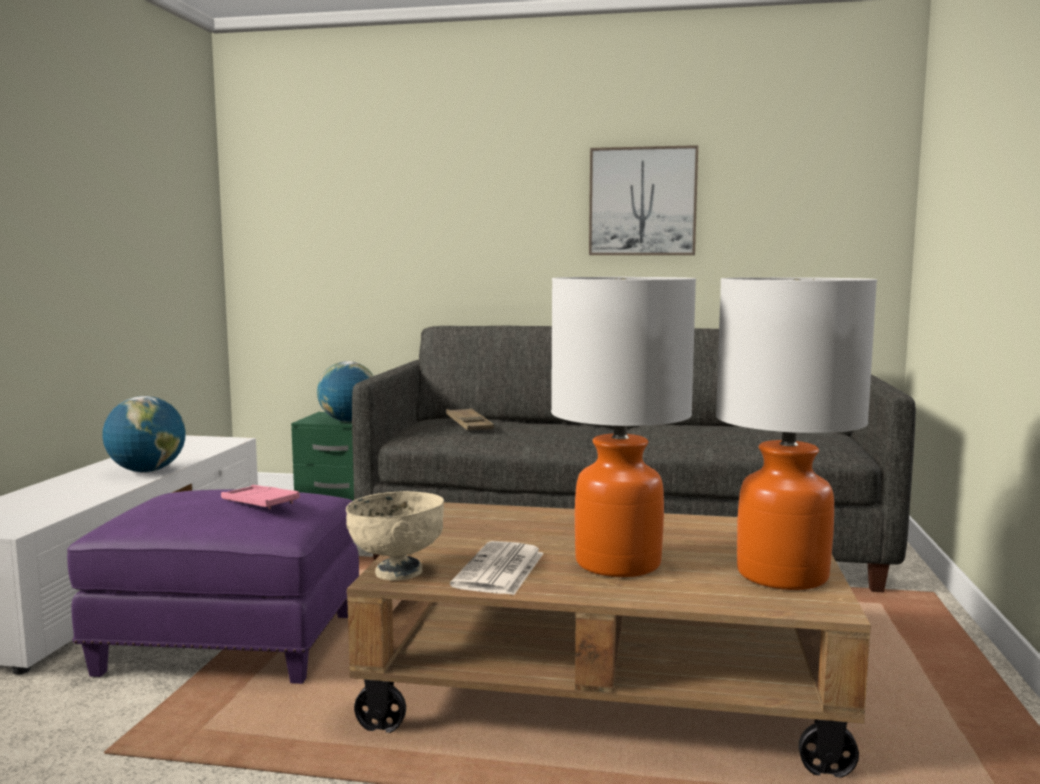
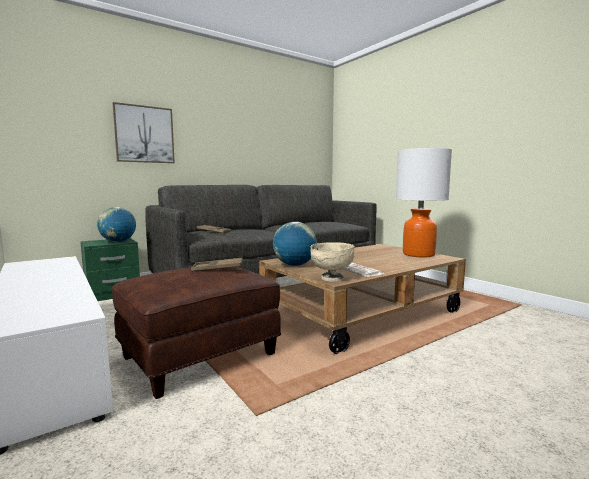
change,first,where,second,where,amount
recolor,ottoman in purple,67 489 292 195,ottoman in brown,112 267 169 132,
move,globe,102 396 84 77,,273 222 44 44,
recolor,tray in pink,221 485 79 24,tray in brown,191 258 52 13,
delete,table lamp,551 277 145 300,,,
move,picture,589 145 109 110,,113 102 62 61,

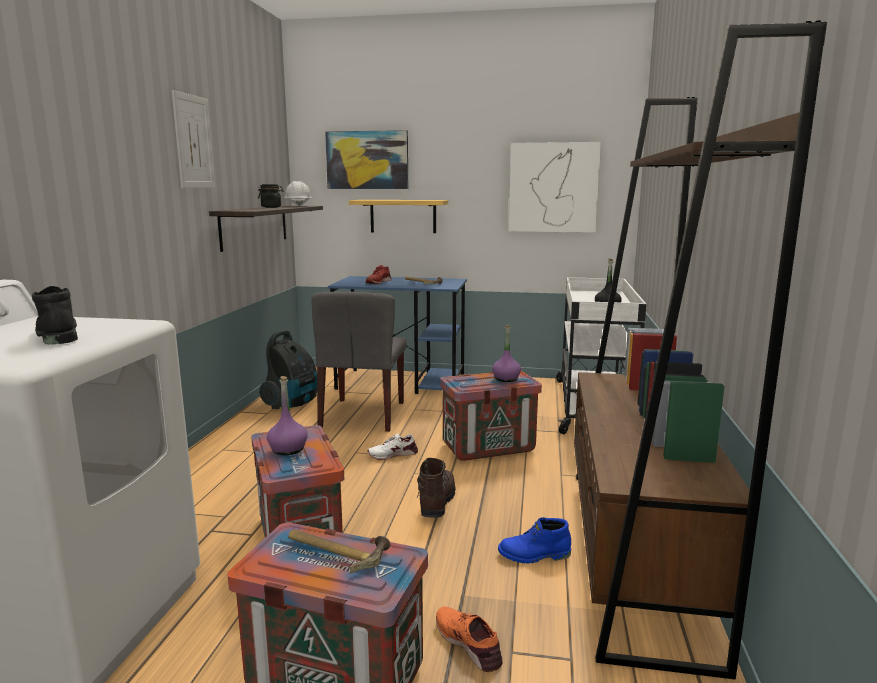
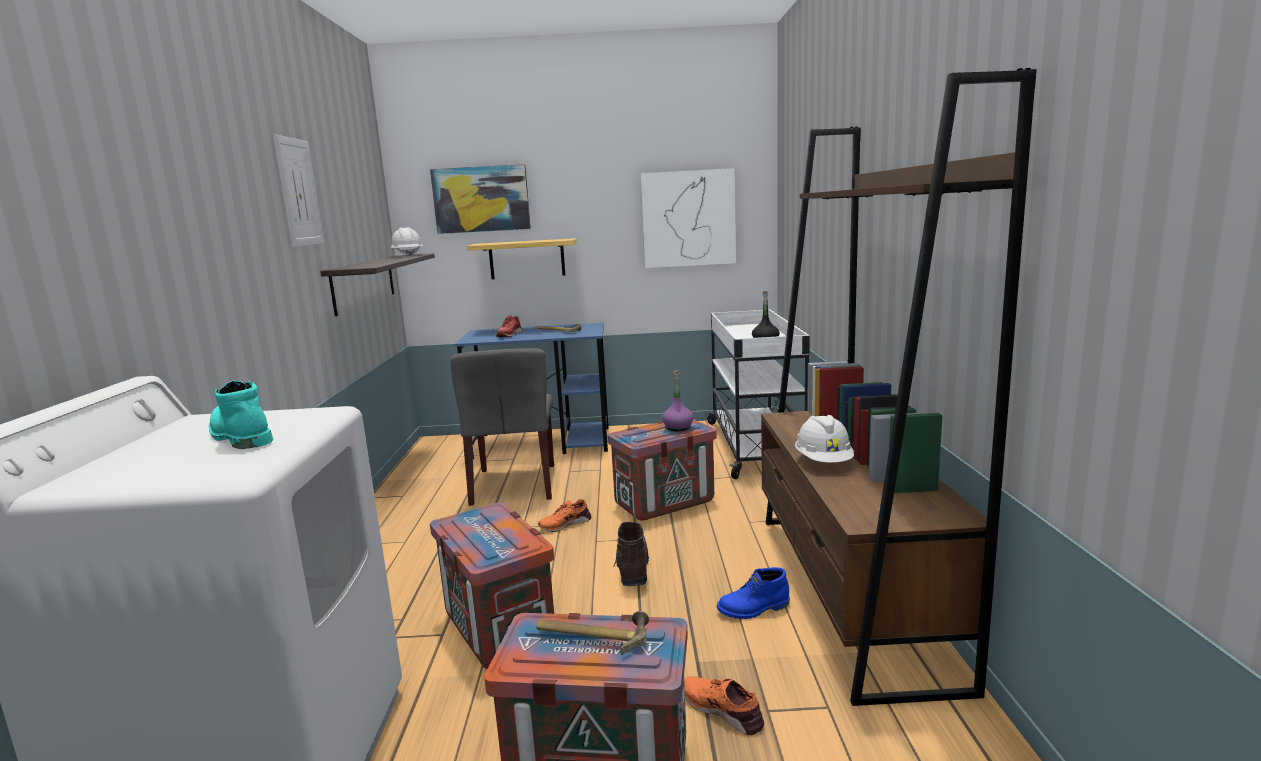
change,first,where,second,where,amount
recolor,boot in black,32 286 46 58,boot in turquoise,209 381 64 68,
delete,jar in black,258 184 26 24,,,
delete,vacuum cleaner,259 330 58 79,,,
delete,bottle in purple,267 376 41 79,,,
recolor,shoe in white,367 433 51 27,shoe in orange,538 499 53 33,
insert,,,hard hat in white,795 415 59 48,

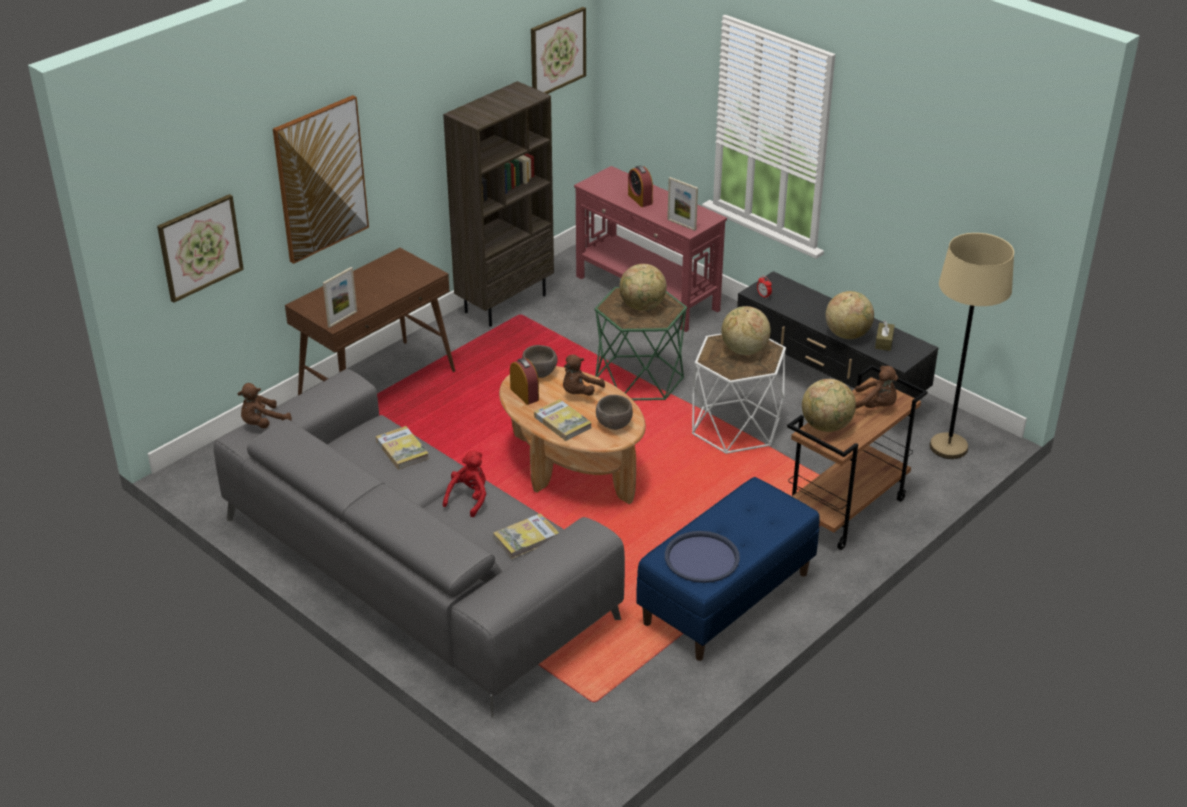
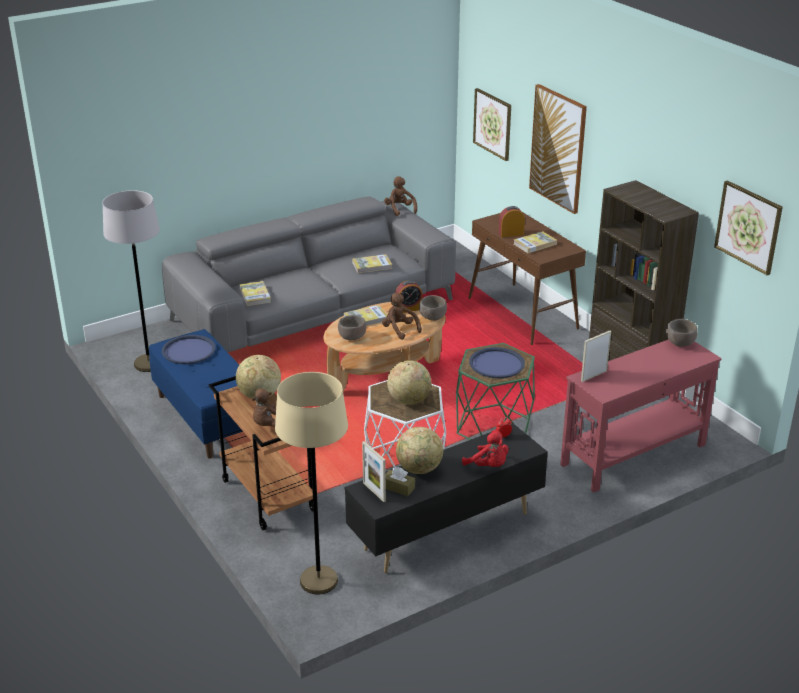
change,first,where,second,where,amount
move,picture frame,323 267 34 61,,362 441 24 61,
move,plush toy in red,443 451 43 66,,462 430 47 37,
replace,globe,619 264 48 47,tray in blue,469 347 56 31,
move,alarm clock,628 166 25 41,,499 206 26 31,
insert,,,floor lamp in grey,102 190 58 182,
insert,,,book,514 231 43 22,
insert,,,bowl in brown,666 319 32 28,

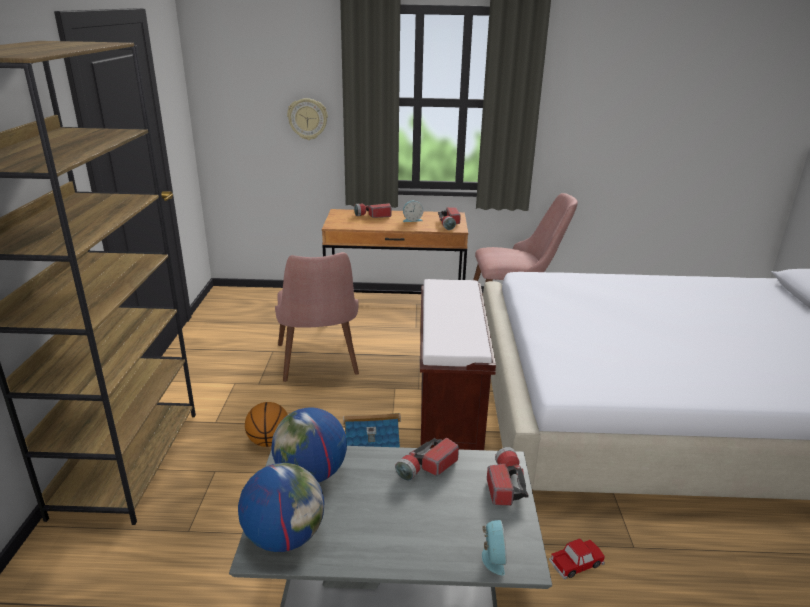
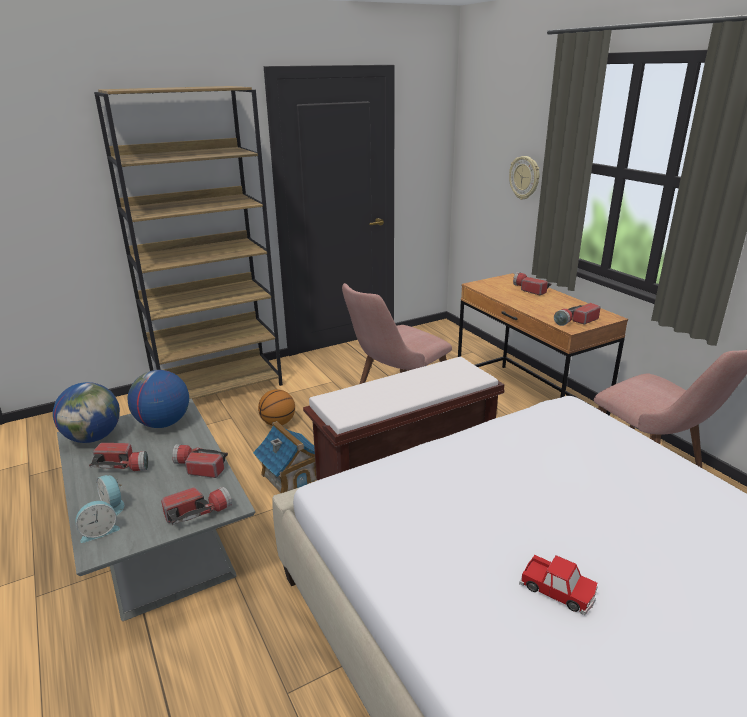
change,first,where,second,where,amount
move,alarm clock,403 201 20 21,,97 475 27 41,
move,toy car,549 539 56 41,,519 555 79 60,
insert,,,flashlight,89 443 59 28,

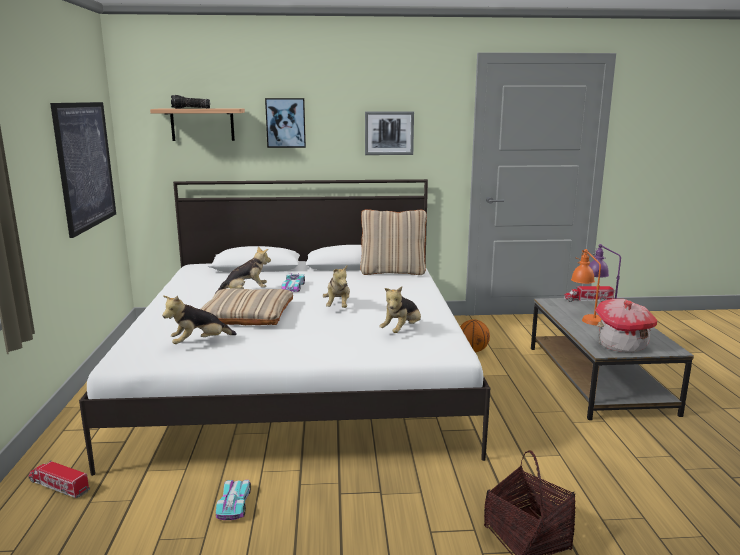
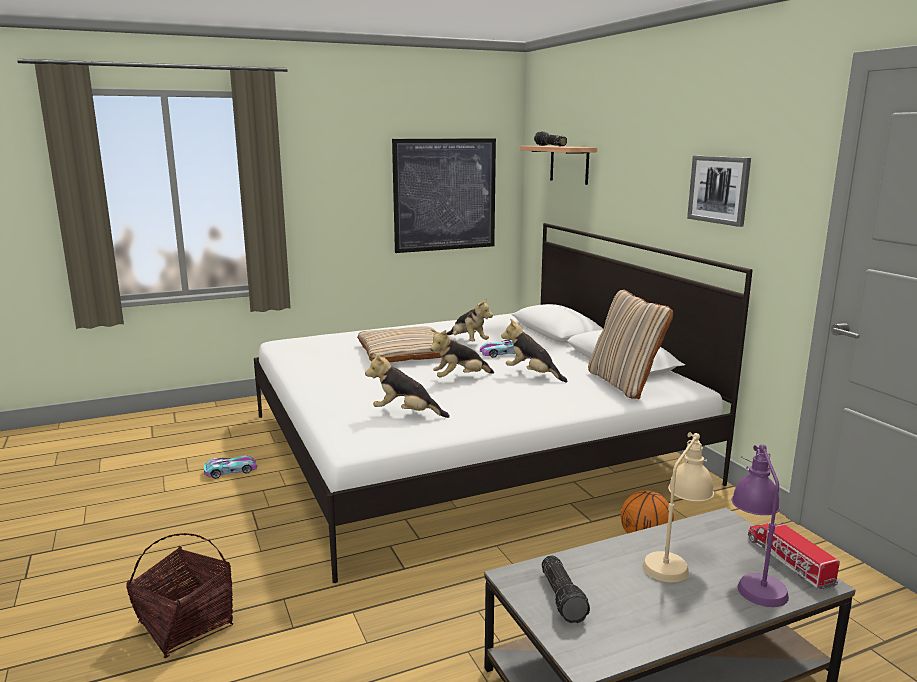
change,first,where,second,where,amount
delete,toy truck,29 460 61 38,,,
move,plush toy,162 296 75 48,,501 319 67 63,
delete,picture,265 98 41 50,,,
recolor,table lamp in orange,571 249 31 76,table lamp in beige,642 432 72 150,
replace,toy house,595 299 62 53,flashlight,542 555 48 68,

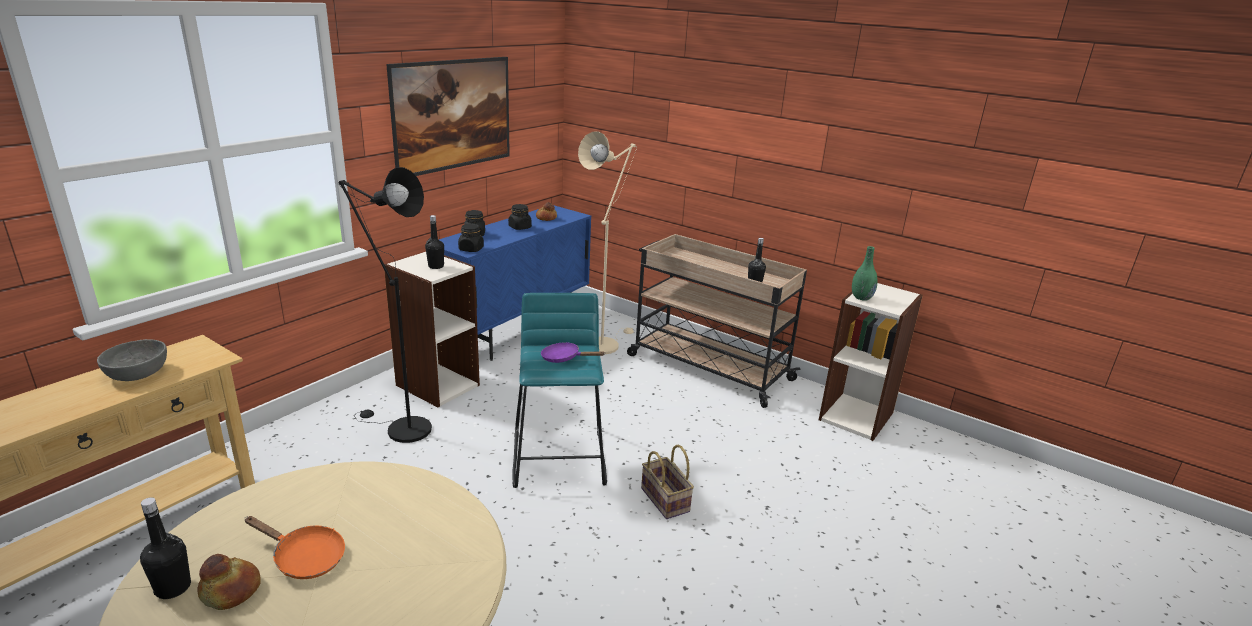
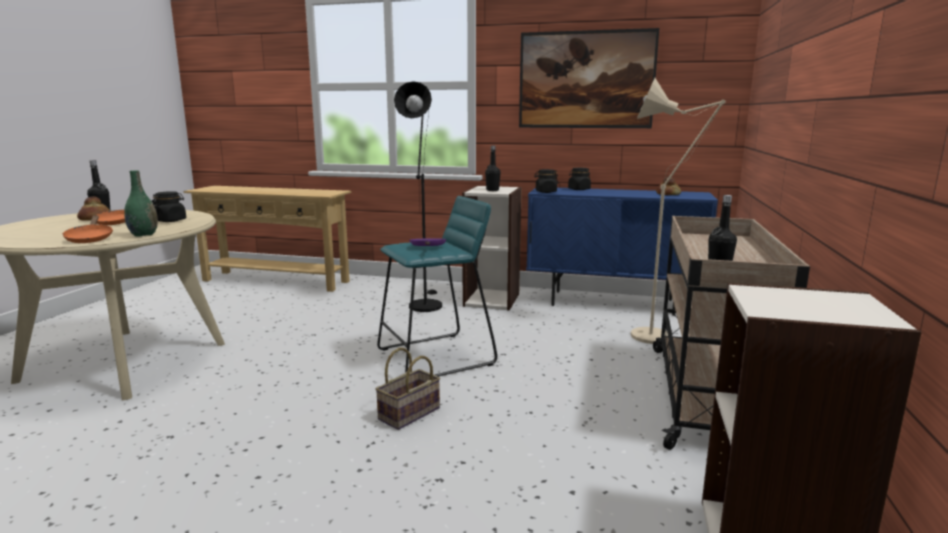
change,first,where,second,where,amount
delete,bowl in grey,97 339 70 42,,,
move,jar in black,508 204 24 26,,152 191 34 31,
move,vase in green,852 246 25 55,,124 170 34 67,
insert,,,frying pan in orange,62 215 51 28,

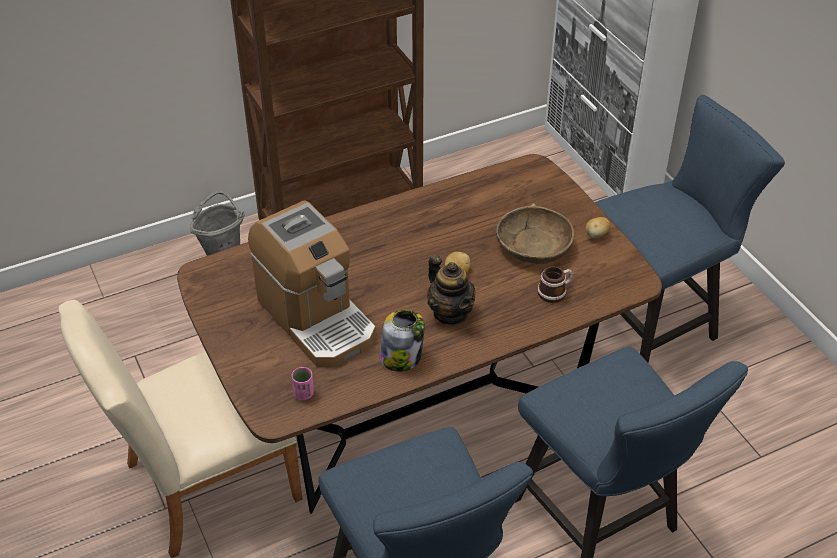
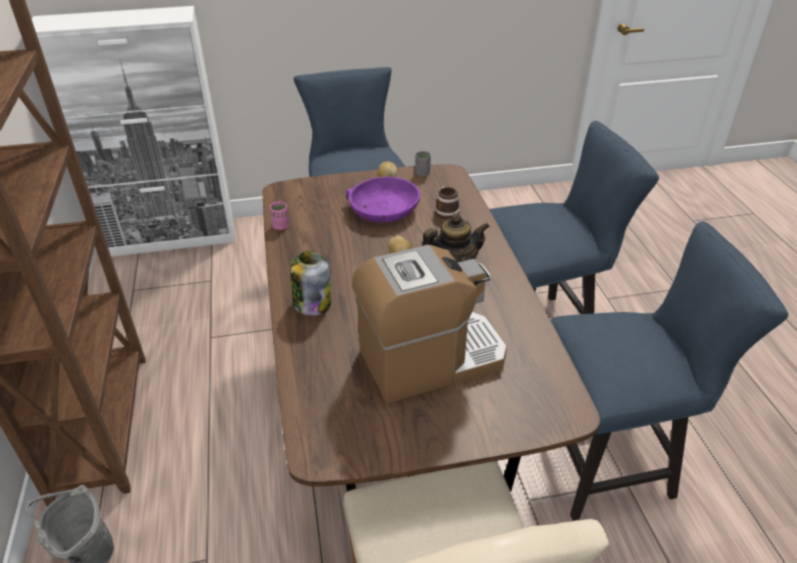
change,first,where,second,where,amount
move,cup in pink,291 367 23 33,,270 202 19 28,
move,jar,380 310 45 62,,291 251 40 65,
recolor,bowl in brown,496 203 79 61,bowl in purple,346 177 75 46,
insert,,,cup in grey,415 151 16 26,

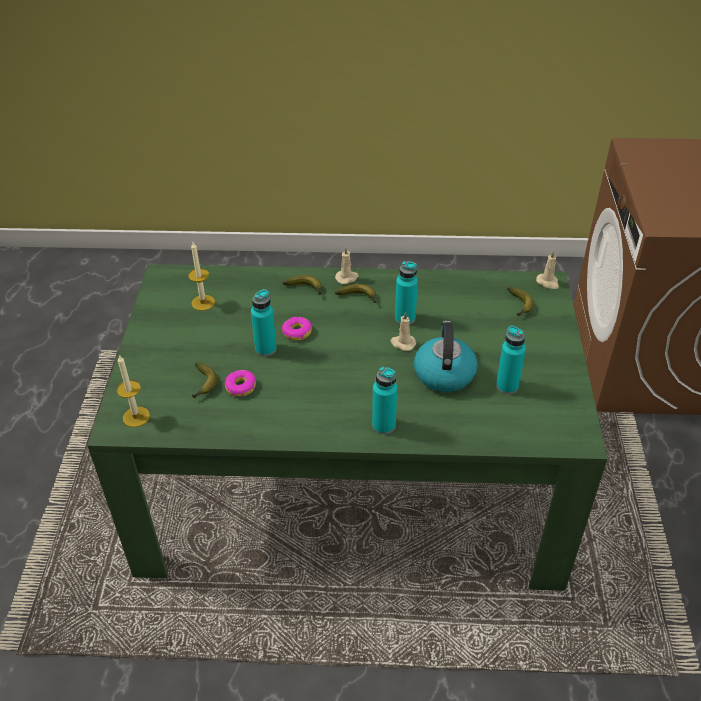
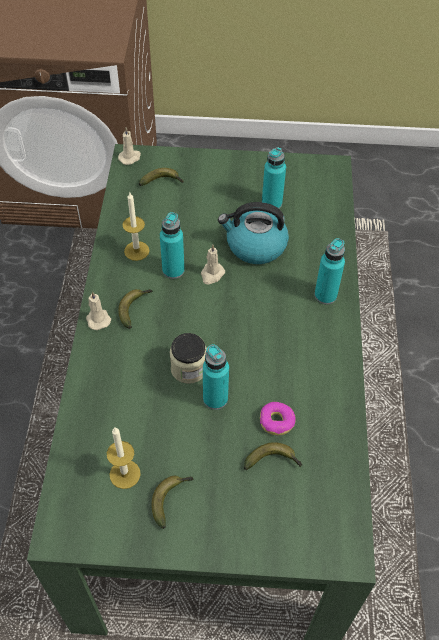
change,first,where,second,where,amount
move,candle,117 355 33 72,,122 193 28 68,
move,banana,282 275 40 20,,152 476 42 53,
replace,donut,282 317 30 24,jar,170 333 37 51,

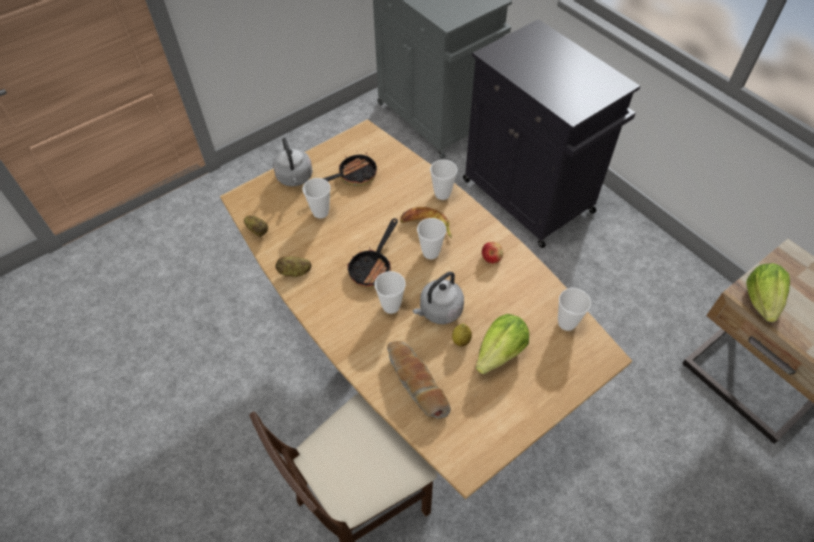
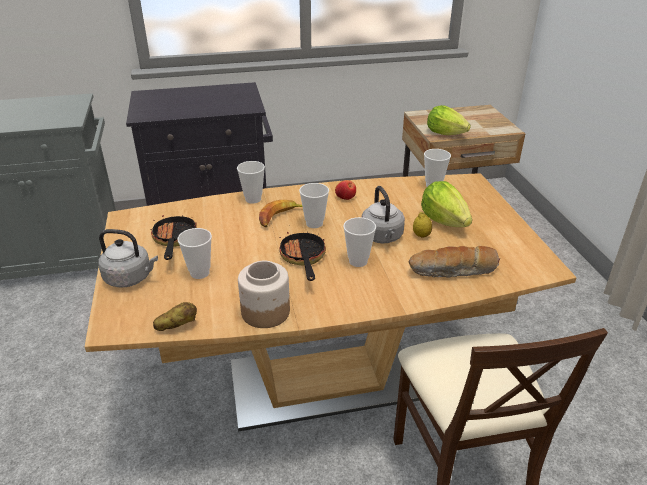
change,first,where,second,where,amount
replace,potato,276 257 35 20,jar,238 261 52 67,
rotate,frying pan,347 218 51 70,,279 232 47 49,150 degrees counterclockwise

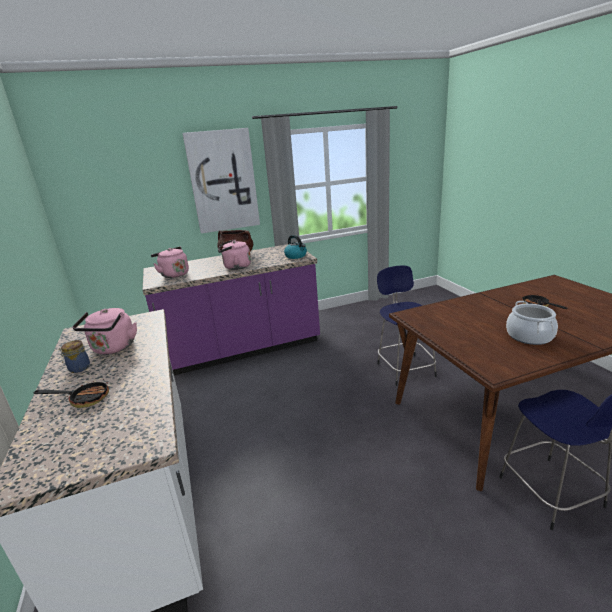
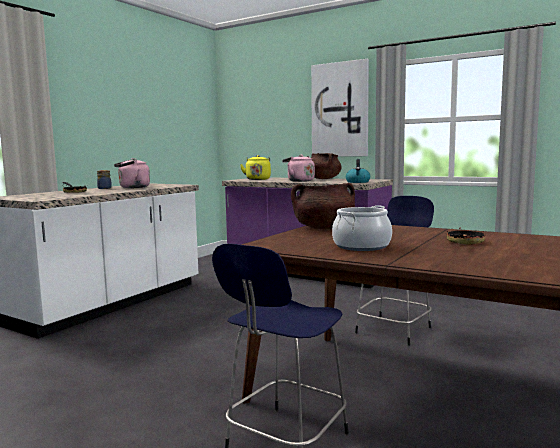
change,first,where,second,where,amount
recolor,kettle in pink,151 247 38 31,kettle in yellow,240 155 31 25,
insert,,,cooking pot in brown,291 183 64 46,

